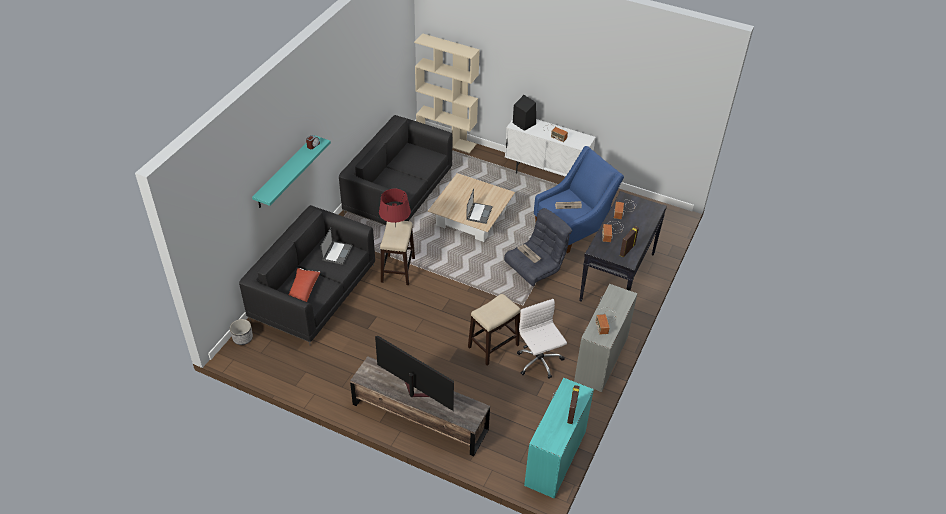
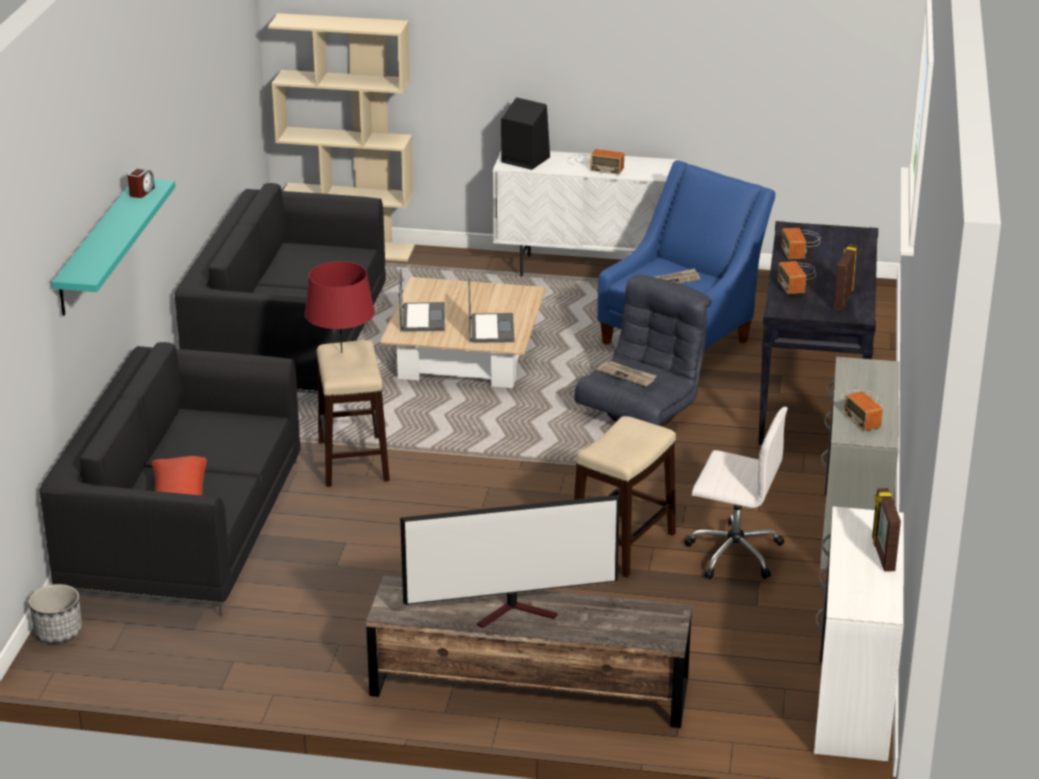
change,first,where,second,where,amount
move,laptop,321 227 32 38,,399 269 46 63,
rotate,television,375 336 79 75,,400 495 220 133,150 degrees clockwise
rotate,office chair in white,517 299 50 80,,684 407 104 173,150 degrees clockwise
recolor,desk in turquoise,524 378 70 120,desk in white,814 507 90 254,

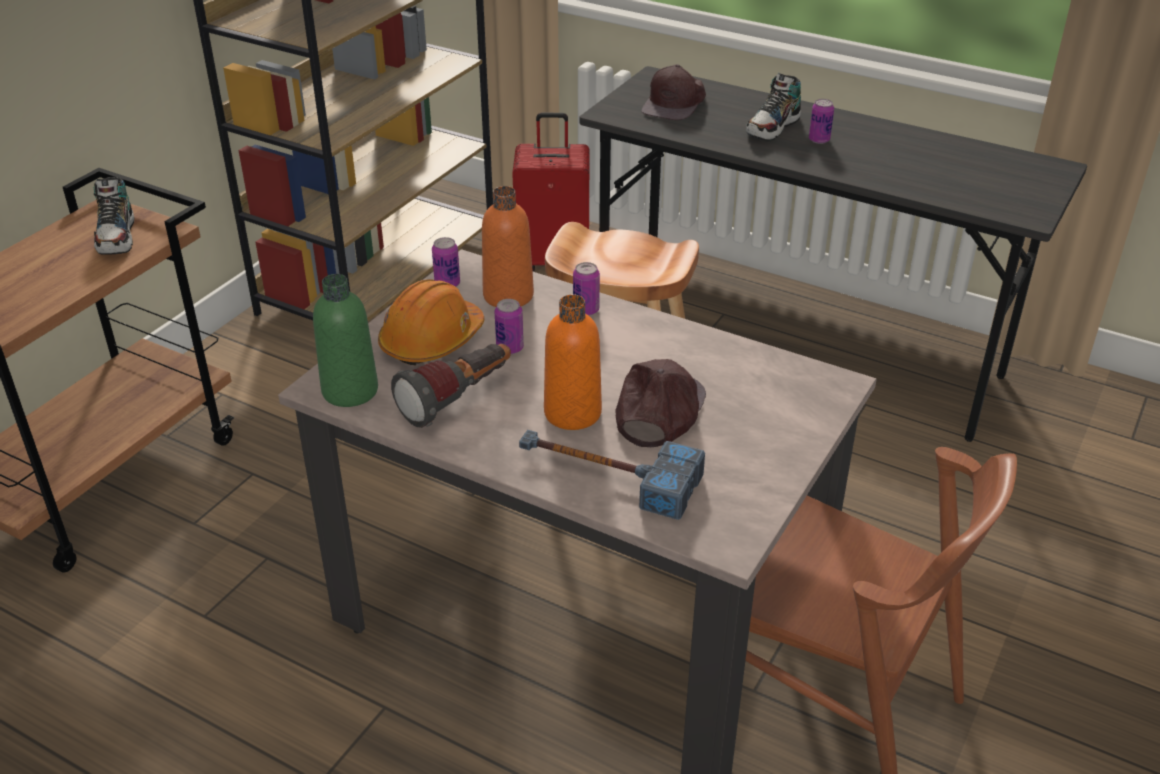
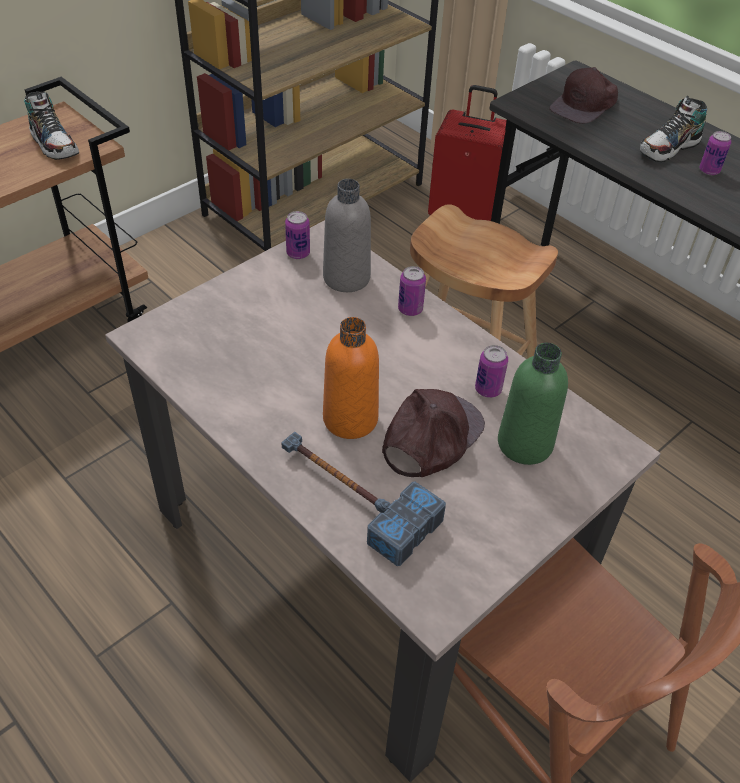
change,first,where,second,where,amount
rotate,shoe,94 177 40 78,,24 91 55 69,45 degrees counterclockwise
move,bottle in green,313 274 65 133,,498 343 70 122,
delete,hard hat in orange,378 279 106 86,,,
delete,flashlight,391 344 120 84,,,
recolor,bottle in orange,482 186 52 121,bottle in grey,323 179 48 113,
move,can,495 299 29 55,,475 345 33 53,

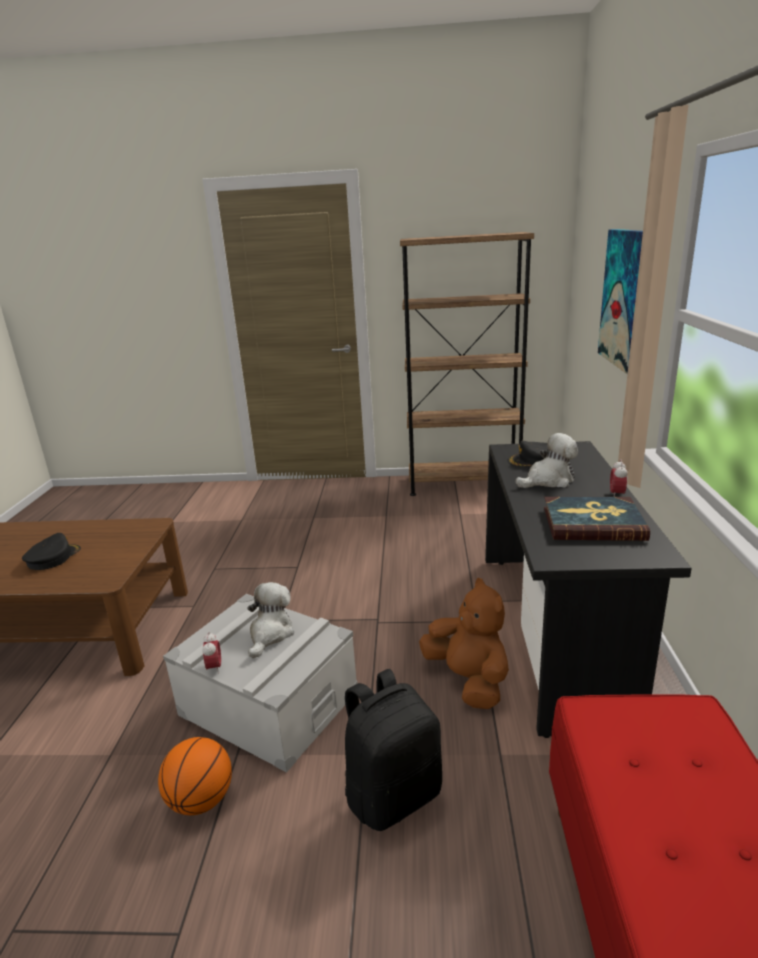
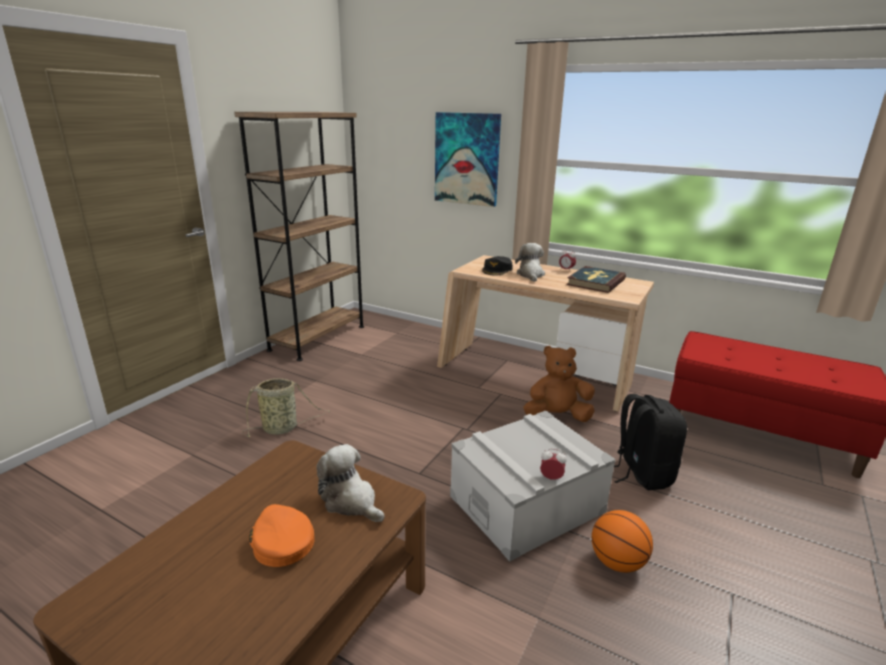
change,first,where,second,where,amount
recolor,cap in black,22 533 59 37,cap in orange,249 504 65 63,
move,plush toy,247 582 47 76,,316 444 68 78,
recolor,desk in black,485 441 207 297,desk in beige,437 255 217 157,
insert,,,basket,242 378 89 59,

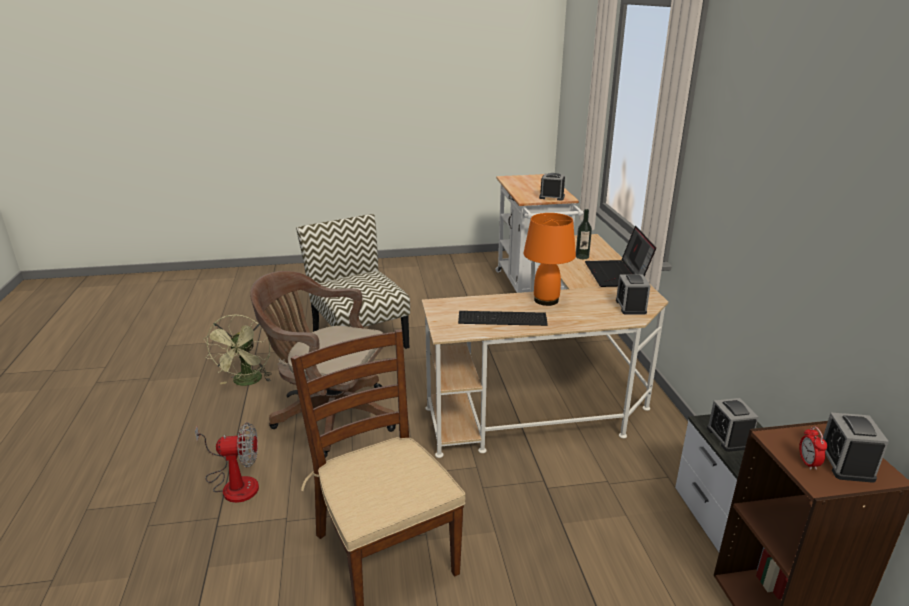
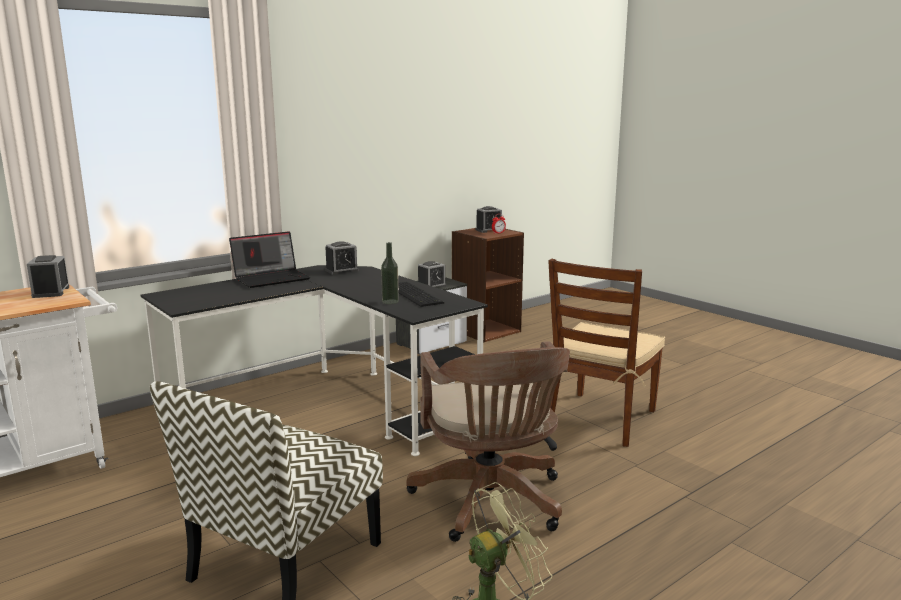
change,first,where,second,where,amount
delete,fan,195 422 64 81,,,
recolor,desk in beige,422 234 246 224,desk in black,141 265 347 191,
delete,table lamp in orange,523 213 53 93,,,
move,bottle,576 209 16 50,,381 242 18 62,

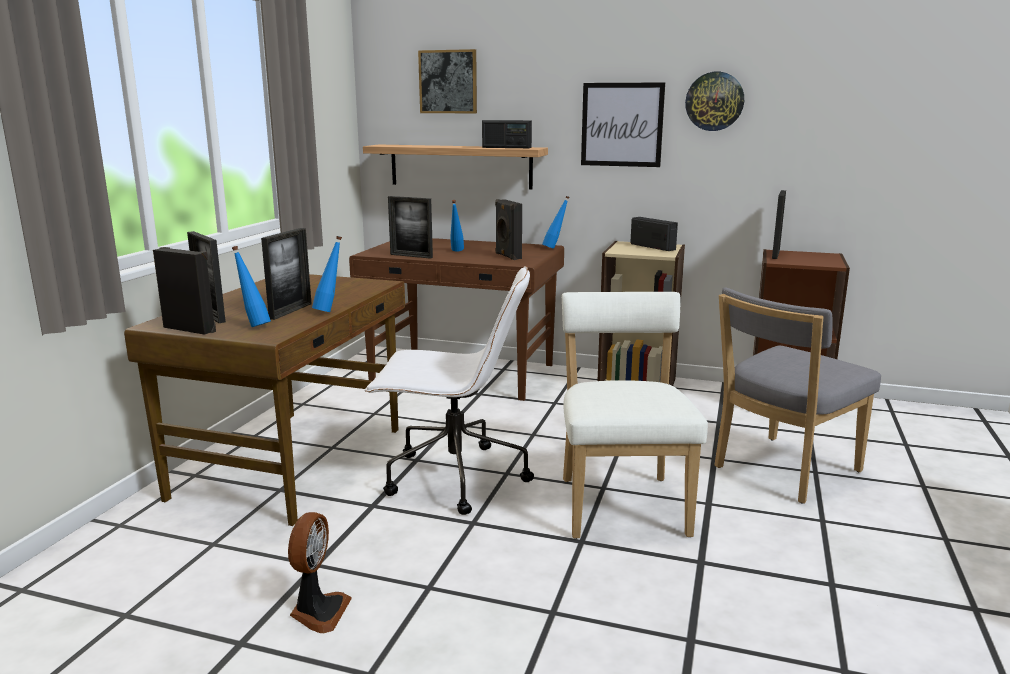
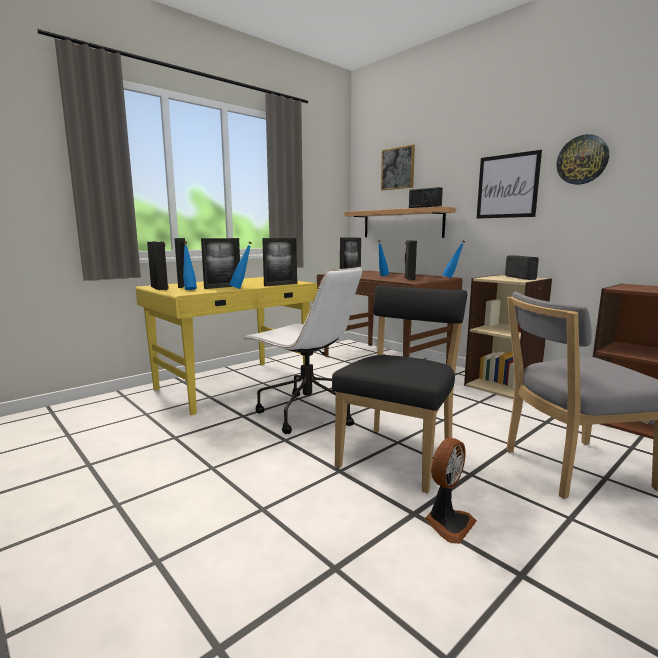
change,first,where,second,where,amount
recolor,desk in brown,124 274 281 252,desk in yellow,136 277 181 139,
move,fan,288 512 64 121,,425 438 52 106,
recolor,chair in white,562 292 146 247,chair in black,332 285 135 208,
move,picture frame,772 190 14 69,,262 238 35 48,

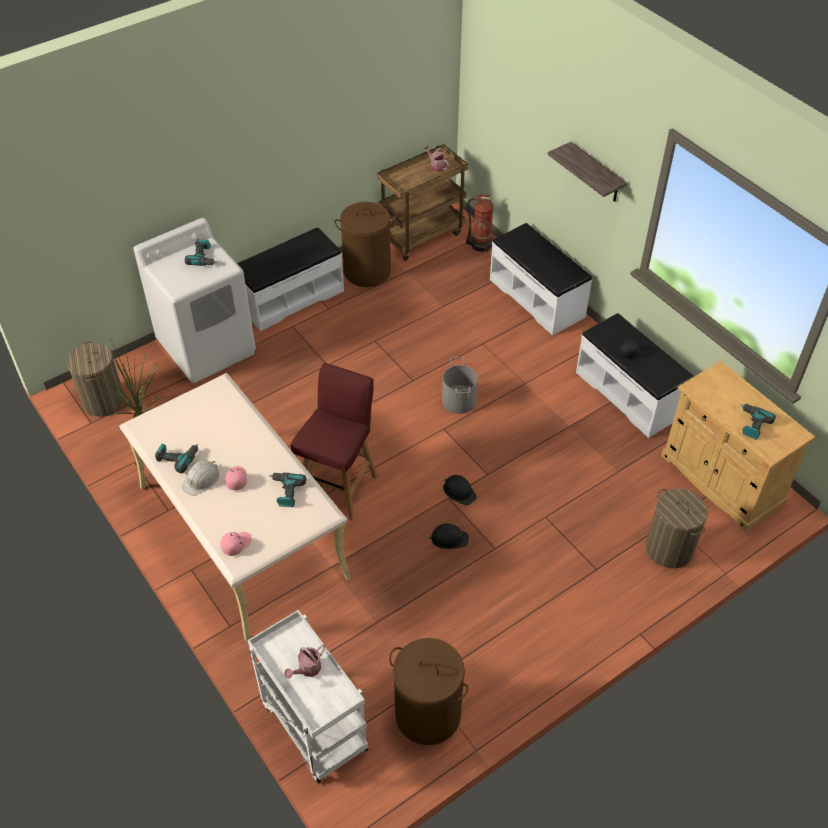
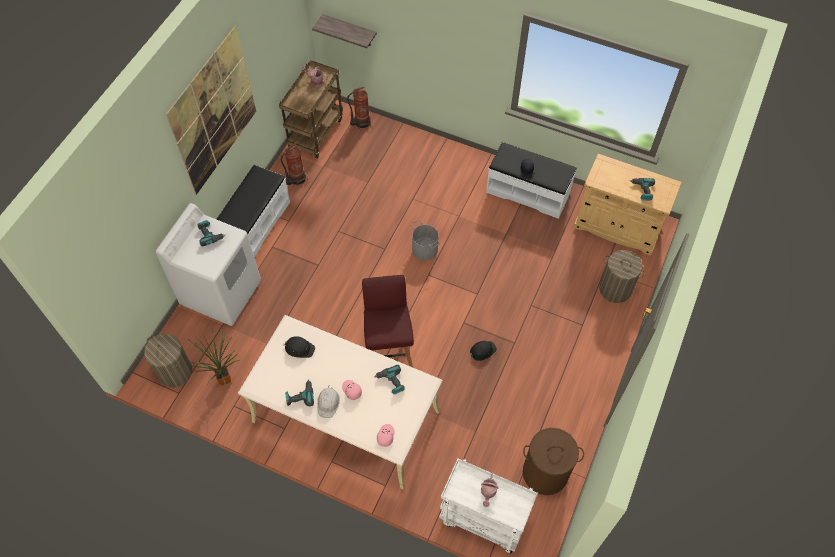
change,first,where,second,where,amount
replace,laundry basket in brown,334 202 62 85,fire extinguisher,281 143 27 43,
move,hard hat in black,443 475 34 30,,283 336 32 22,
delete,bench in white,490 223 102 112,,,
move,shelf,547 142 80 60,,312 14 65 34,
insert,,,picture,166 25 90 170,

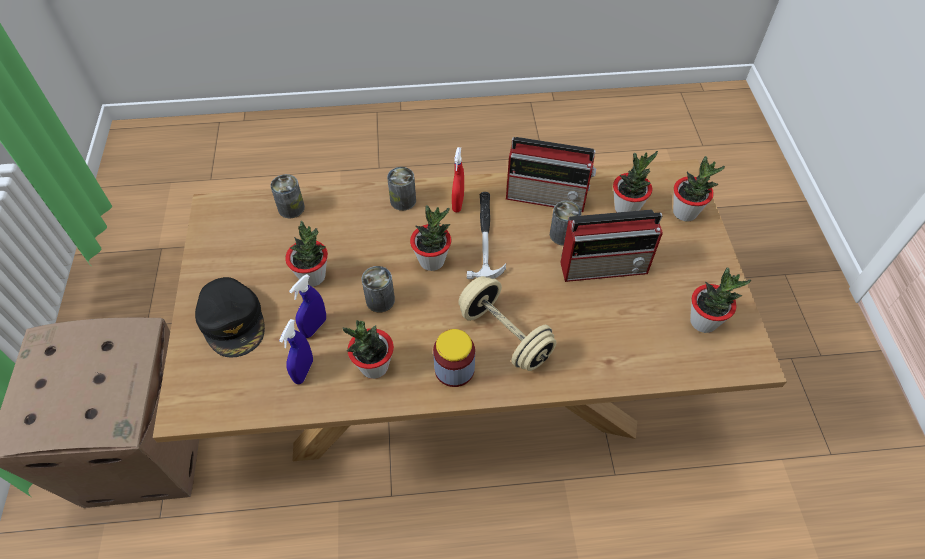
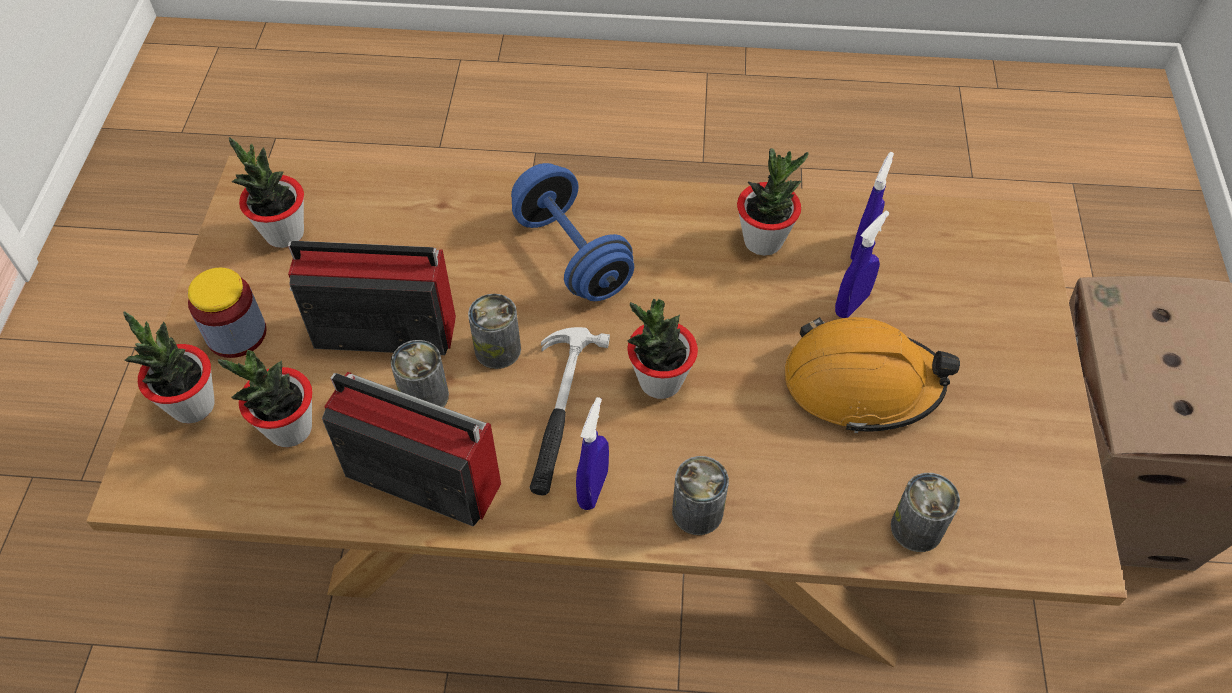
change,first,where,second,where,amount
delete,cap in black,195 277 70 80,,,
replace,potted plant,285 221 43 66,hard hat in orange,785 317 175 116,
move,can,362 266 33 47,,468 294 53 75,
move,jar,433 329 42 58,,188 268 79 90,
recolor,spray bottle in red,452 147 12 65,spray bottle in blue,576 397 33 113,
recolor,dumbbell in beige,458 276 98 95,dumbbell in blue,511 163 123 138,

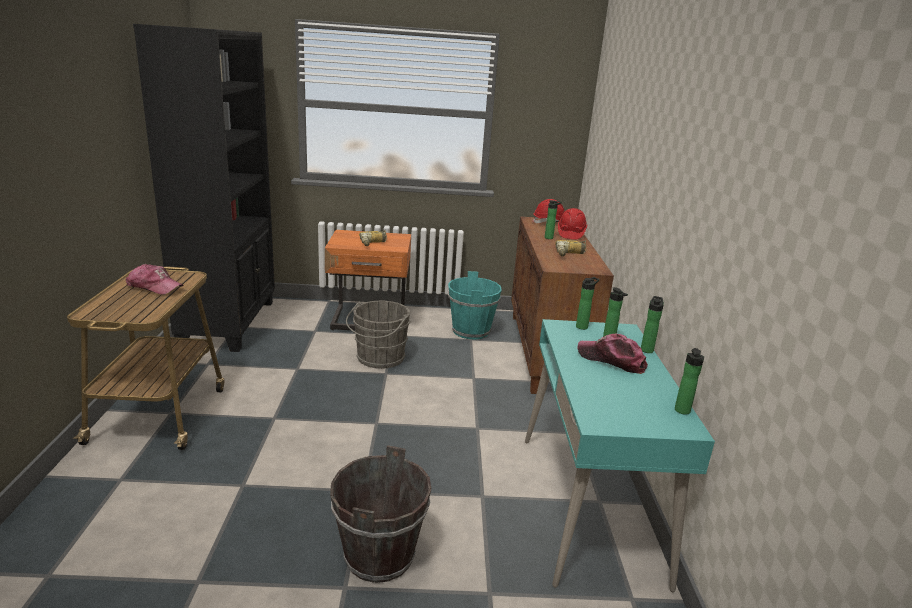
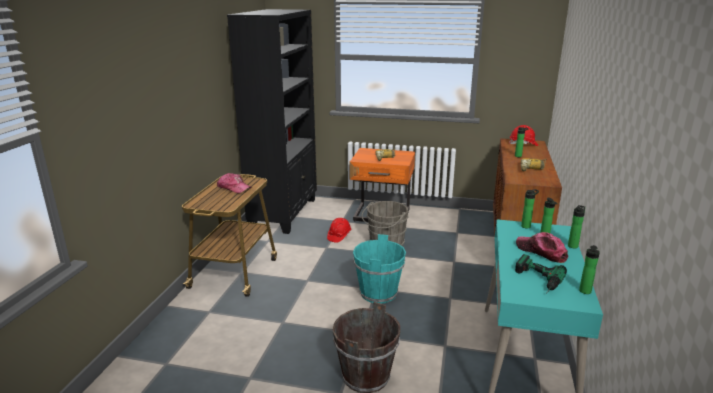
change,first,where,second,where,amount
move,bucket in turquoise,448 271 54 68,,353 234 53 70,
move,hard hat in red,558 208 29 31,,327 218 24 25,
insert,,,power drill,515 254 52 40,

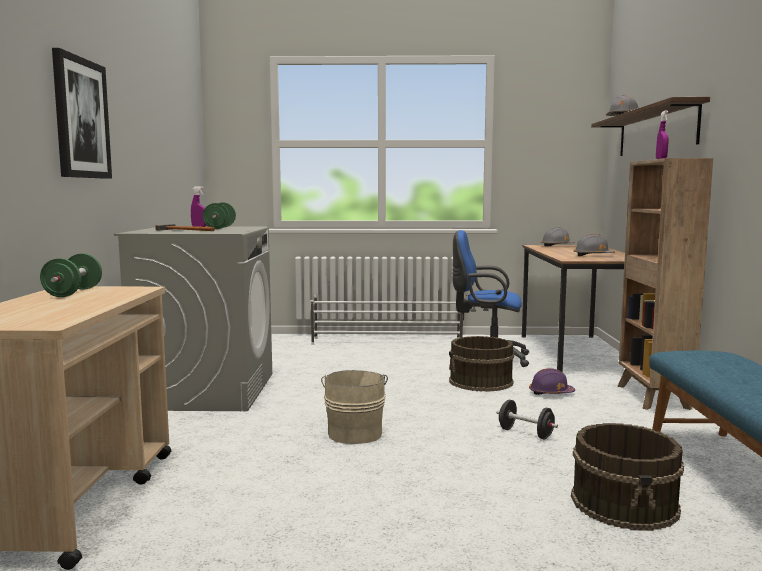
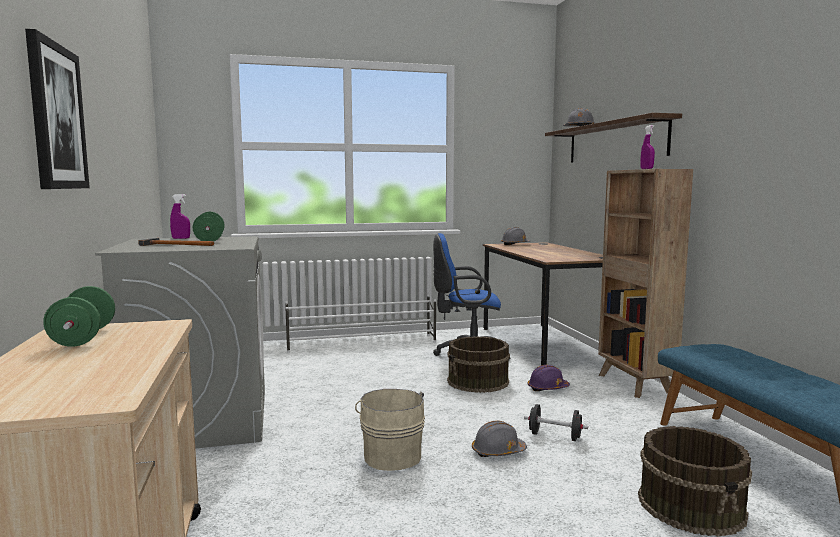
change,first,where,second,where,amount
move,hard hat in grey,574 233 41 23,,472 421 55 36,

